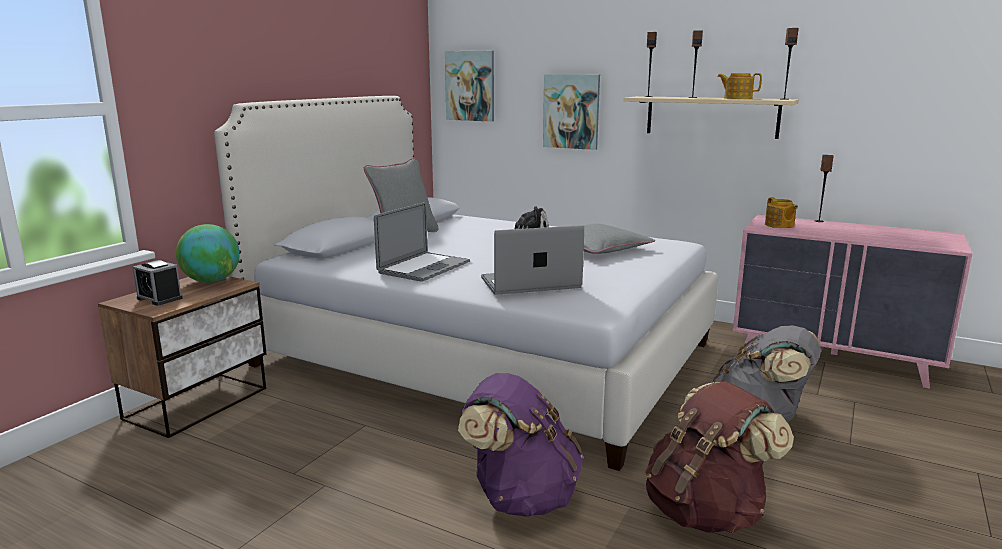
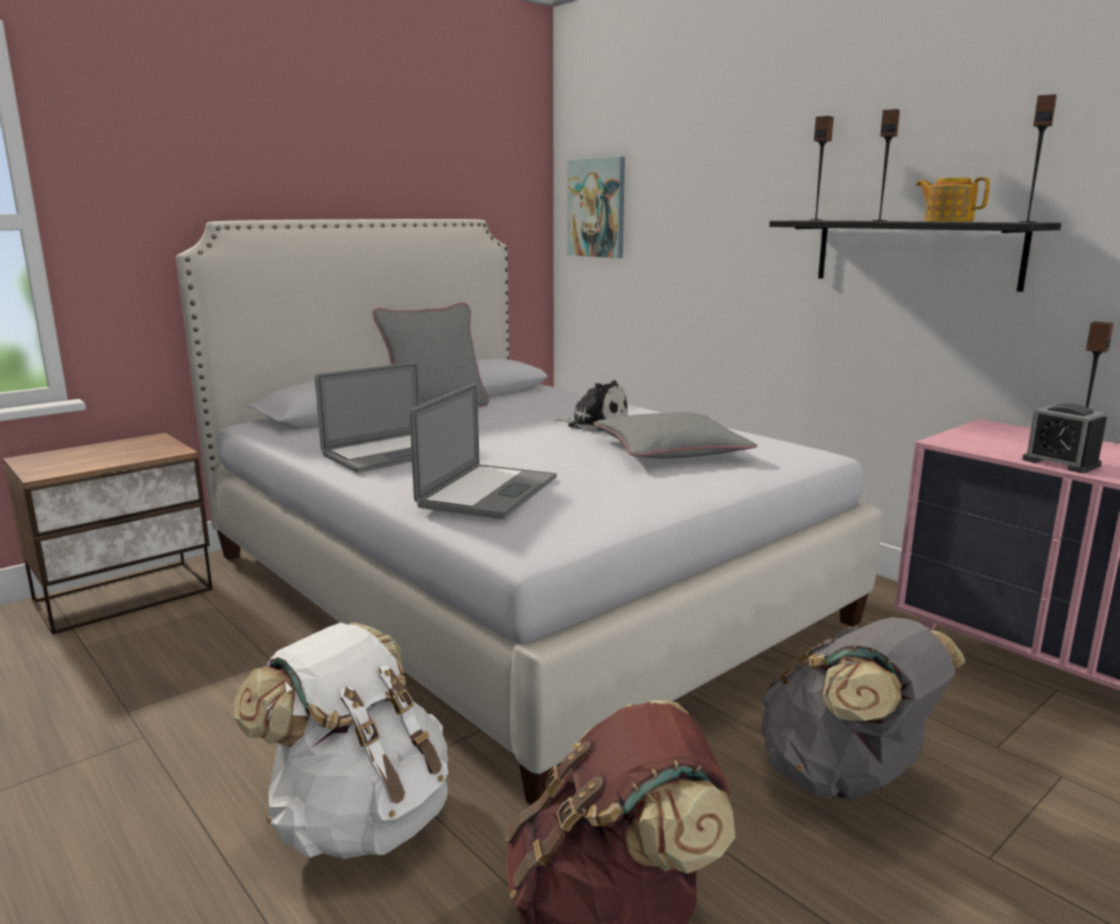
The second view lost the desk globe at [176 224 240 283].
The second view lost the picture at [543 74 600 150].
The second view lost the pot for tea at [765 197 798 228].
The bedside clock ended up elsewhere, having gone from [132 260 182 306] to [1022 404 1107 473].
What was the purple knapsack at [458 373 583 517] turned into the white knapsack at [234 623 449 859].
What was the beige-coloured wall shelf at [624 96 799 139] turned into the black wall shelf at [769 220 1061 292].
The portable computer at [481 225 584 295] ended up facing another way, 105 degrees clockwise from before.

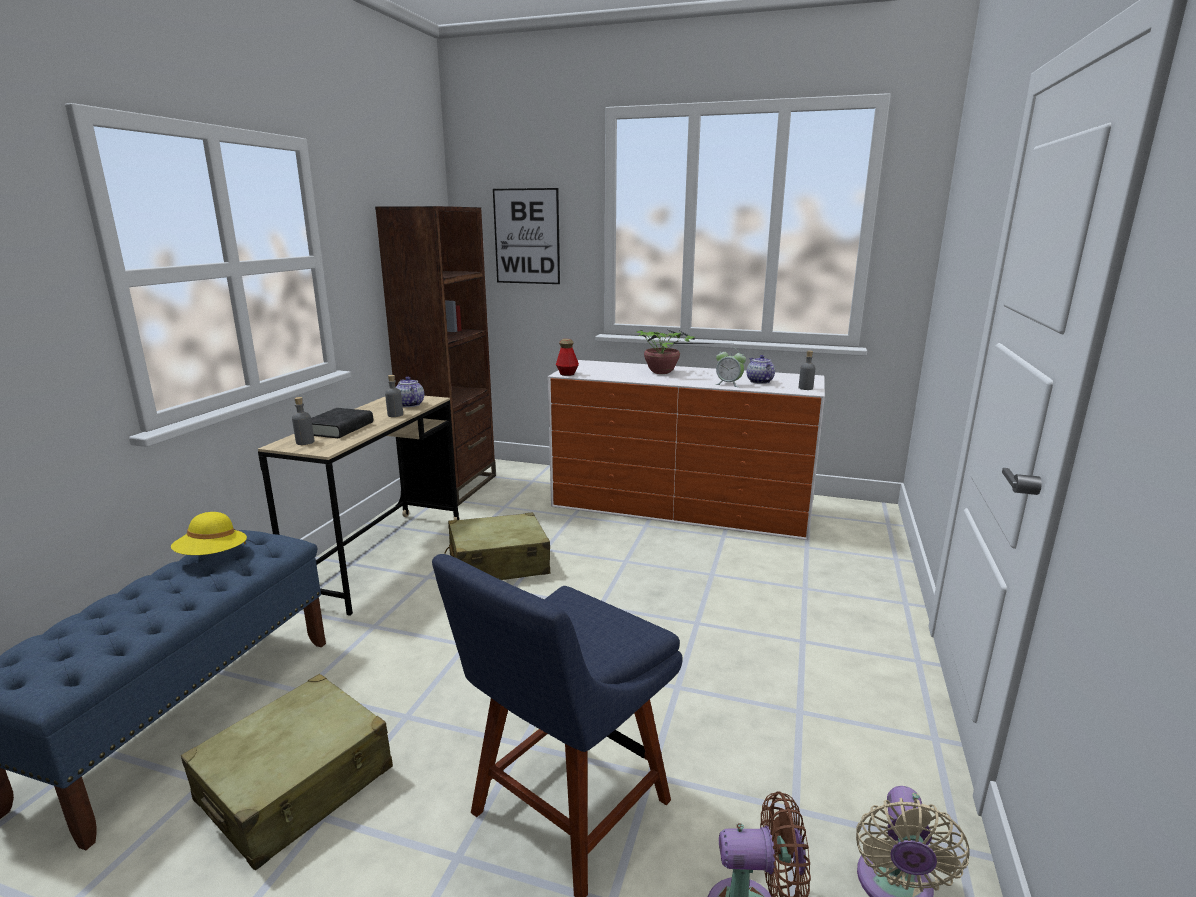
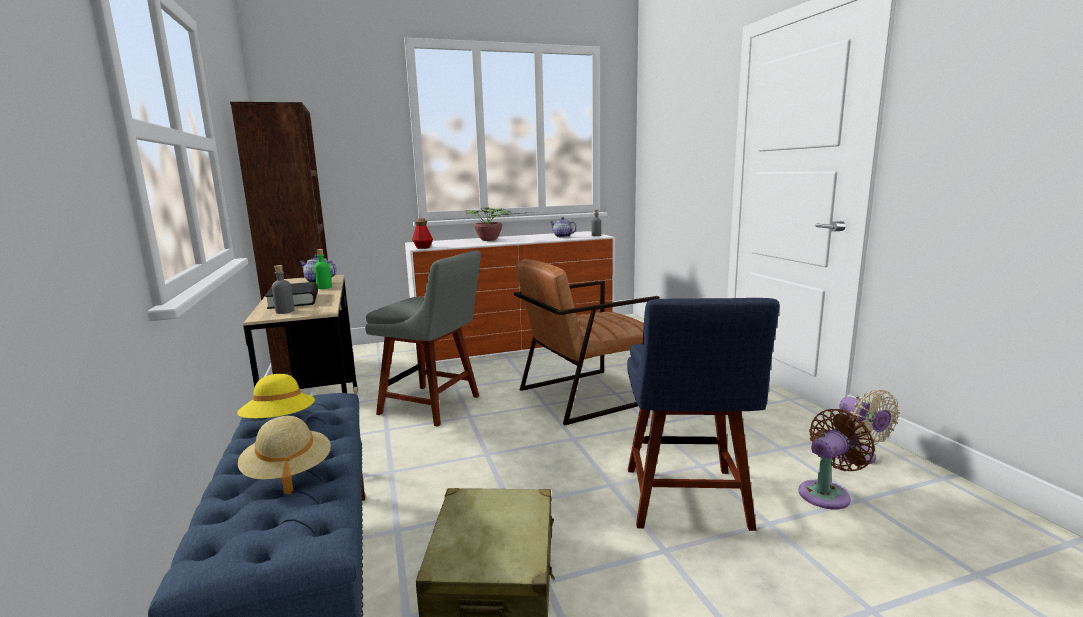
The second view lost the picture at [493 188 560 284].
The second view lost the bedside clock at [715 347 746 387].
The second view gained the beige-coloured clothing hat at [238 416 331 494].
The second view gained the brown-coloured easy chair at [514 259 659 425].
Where the beige-coloured piece of luggage stood at [444 513 550 580], the greyish chair came to stand at [365 250 481 427].
What was the greyish bottle at [385 375 403 417] turned into the green bottle at [314 249 332 289].

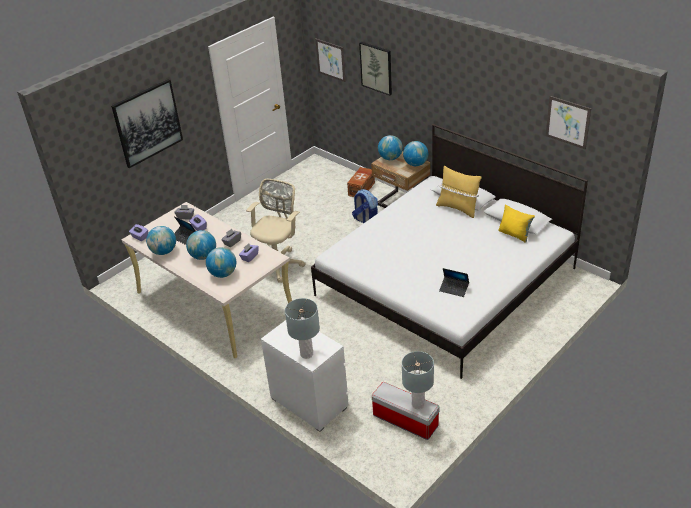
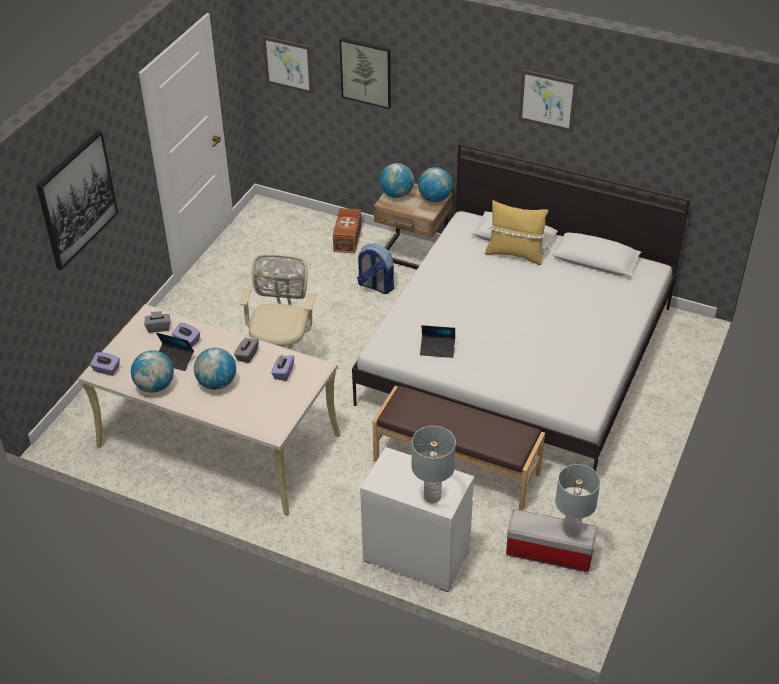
The second view lost the desk globe at [206 247 236 278].
The second view lost the yellow cushion at [498 204 535 243].
The second view gained the brown-coloured long seat at [372 386 545 511].
The portable computer ended up elsewhere, having gone from [439 268 469 297] to [420 325 455 358].
The picture ended up elsewhere, having gone from [546 96 591 149] to [518 69 578 132].

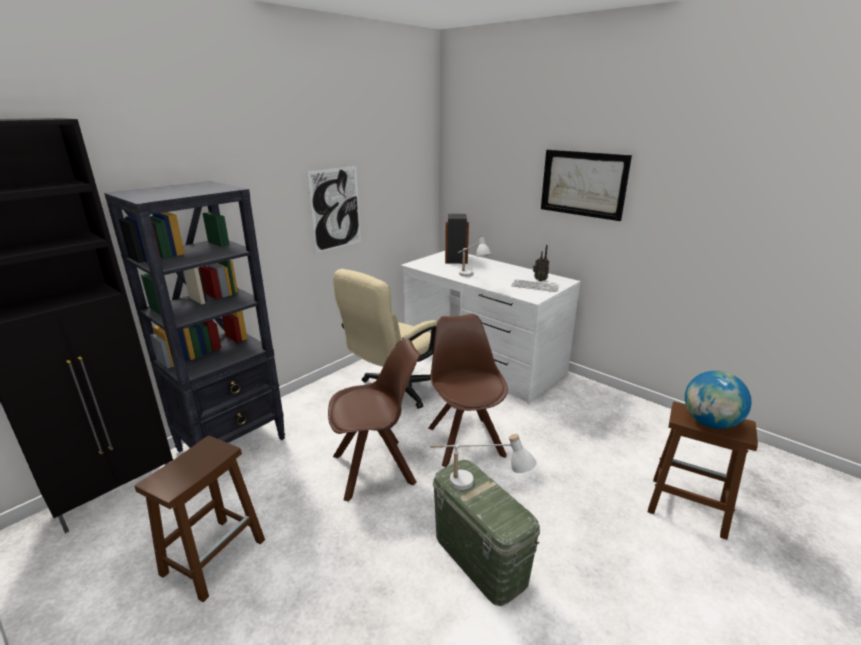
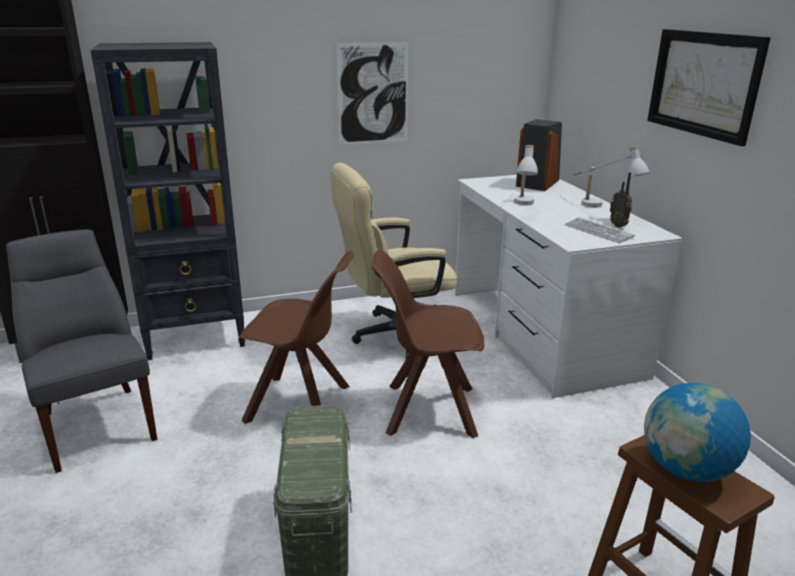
The white table lamp ended up elsewhere, having gone from [430 434 536 490] to [573 146 650 208].
Where the brown-coloured stool seat stood at [135 436 265 602], the greyish chair came to stand at [6 229 158 473].
The brown-coloured chair at [428 314 508 467] ended up facing another way, 105 degrees counterclockwise from before.

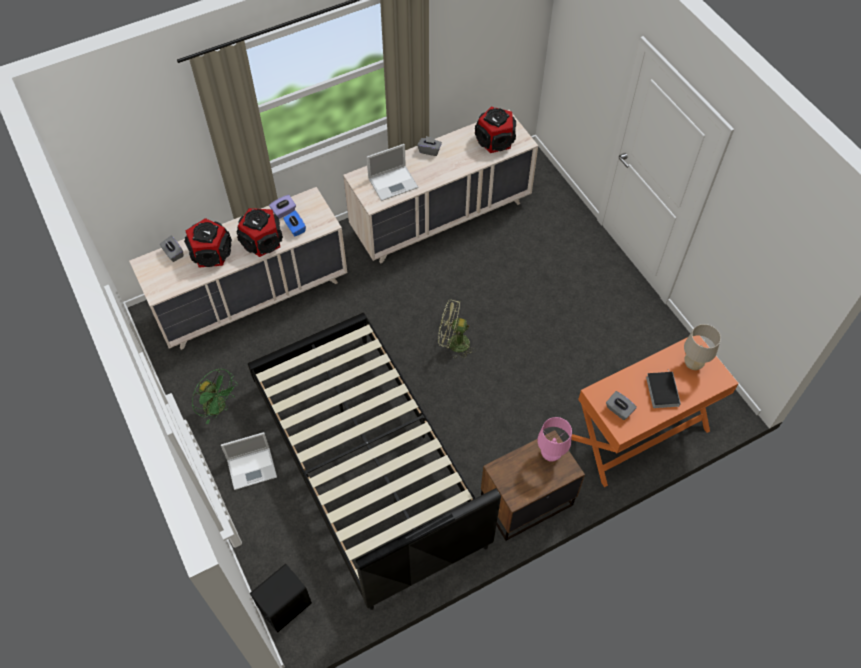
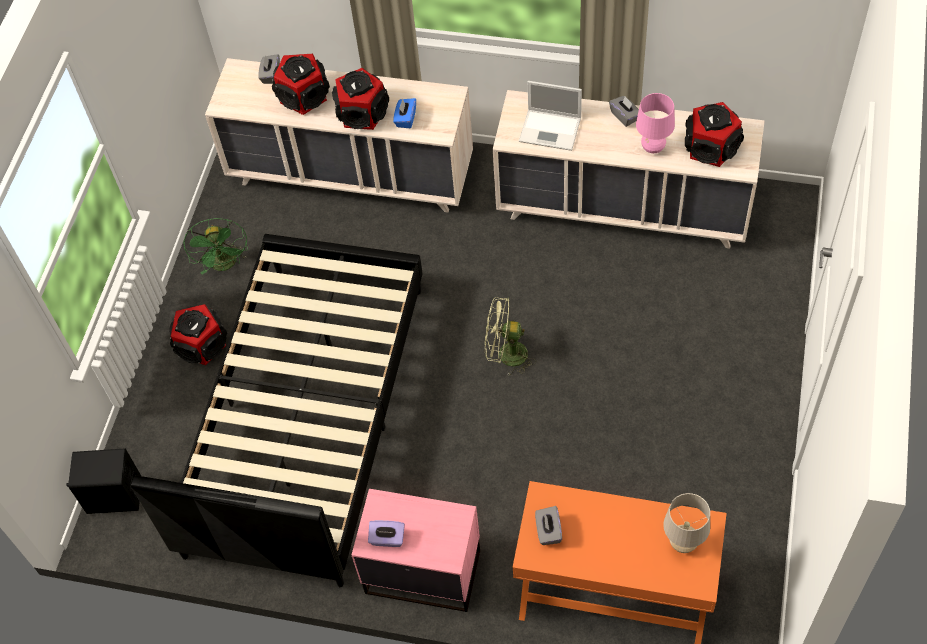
The second view lost the book at [646 369 681 408].
The purple tissue holder ended up elsewhere, having gone from [269 195 296 219] to [368 520 405 547].
The pinkish table lamp ended up elsewhere, having gone from [537 417 572 462] to [636 93 675 153].
Where the portable computer stood at [221 432 277 490], the loudspeaker came to stand at [169 304 227 365].
What was the brown-coloured night table at [481 430 585 541] turned into the pinkish night table at [352 489 480 612].
The green electric fan at [438 299 476 359] ended up facing another way, 45 degrees counterclockwise from before.

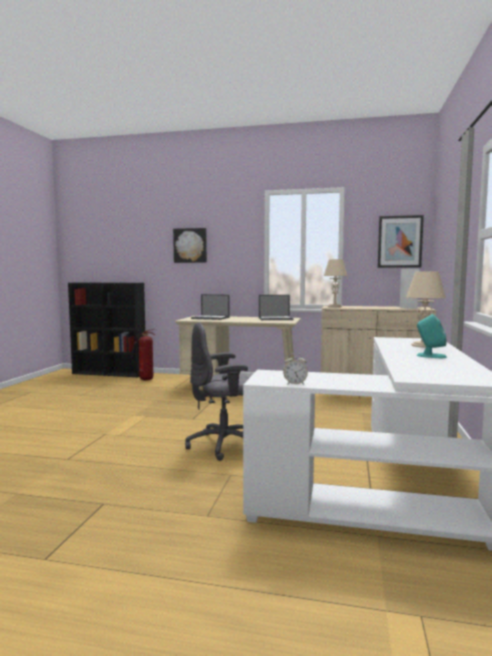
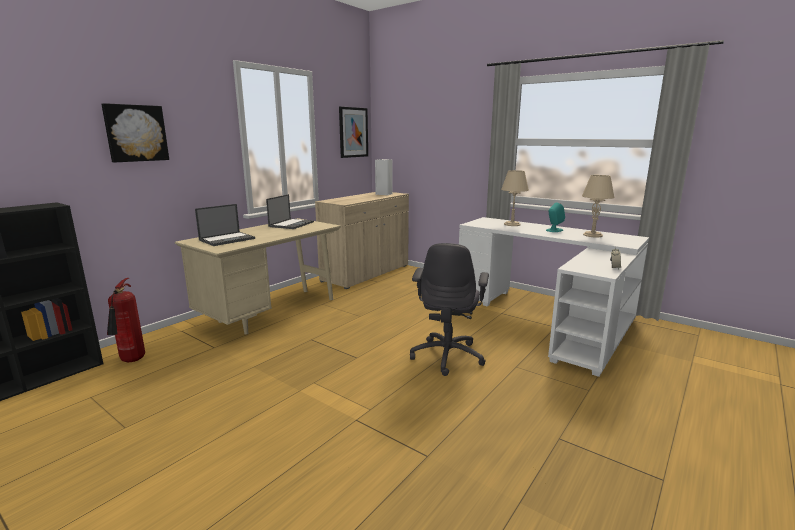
The beige-coloured table lamp ended up elsewhere, having gone from [324 259 347 307] to [582 175 614 237].

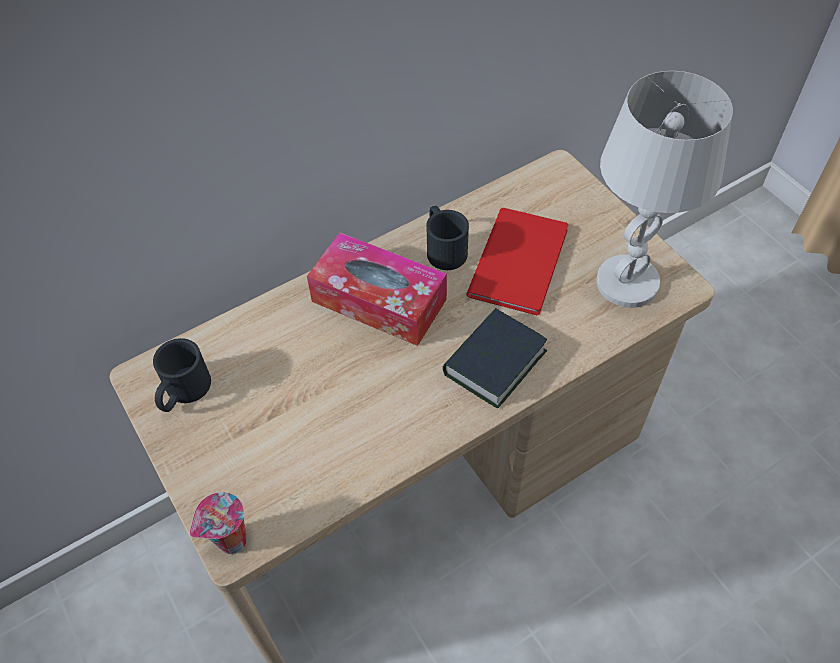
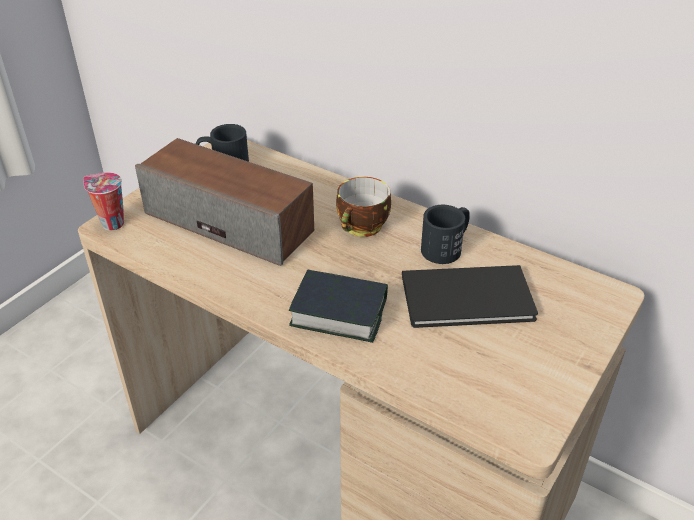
The second view lost the white table lamp at [596 71 733 308].
The second view gained the loudspeaker at [135 138 314 266].
Where the tissue holder stood at [307 232 447 346], the cup came to stand at [336 177 391 237].
What was the reddish book at [466 208 568 315] turned into the black book at [402 265 538 328].

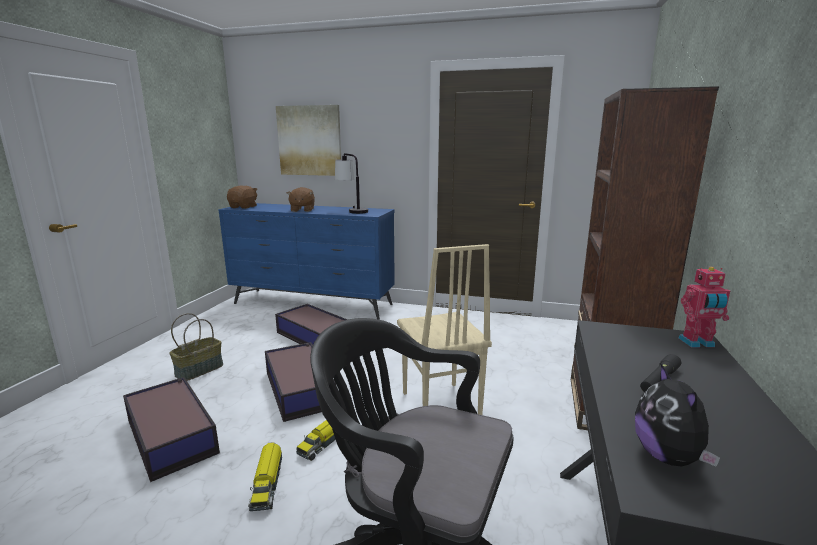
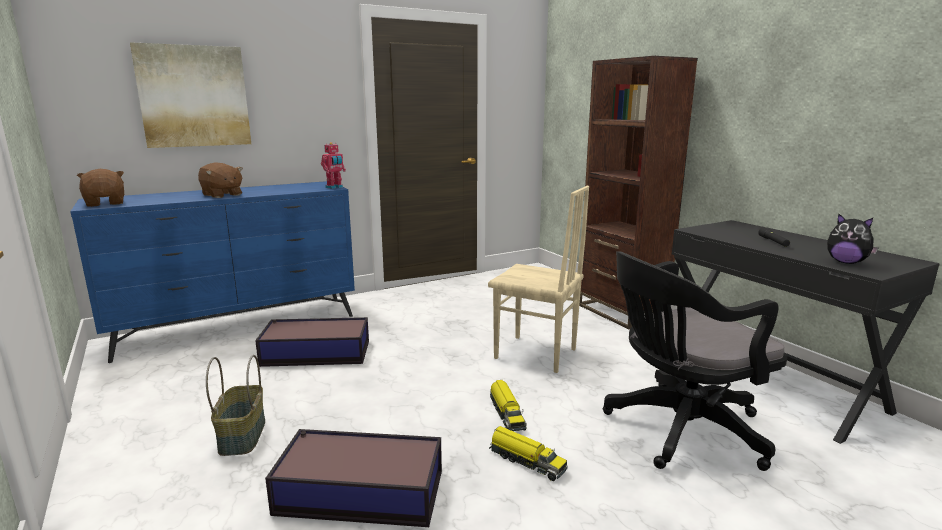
The second view lost the storage bin at [265 342 336 422].
The second view lost the table lamp at [335 153 368 214].
The toy robot ended up elsewhere, having gone from [678 267 730 348] to [321 142 346 189].

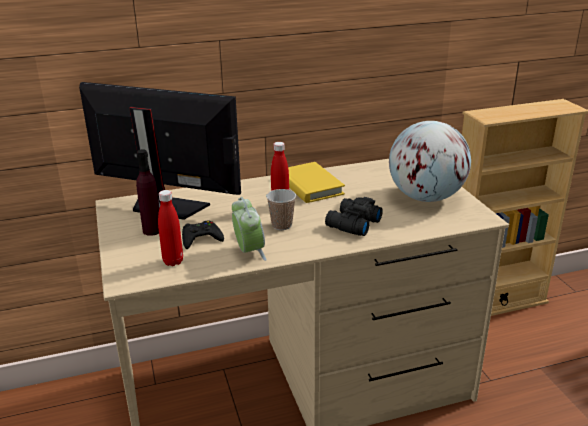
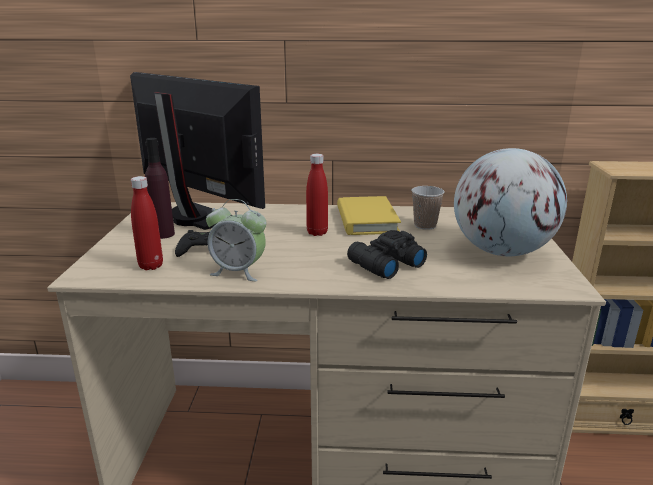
The cup ended up elsewhere, having gone from [266 189 296 230] to [412 186 444 230].
The bedside clock at [232 197 267 261] ended up facing another way, 105 degrees clockwise from before.

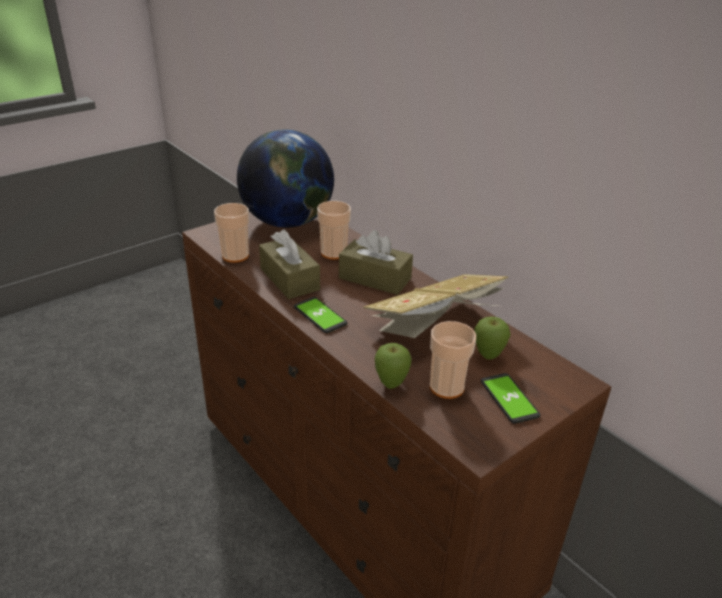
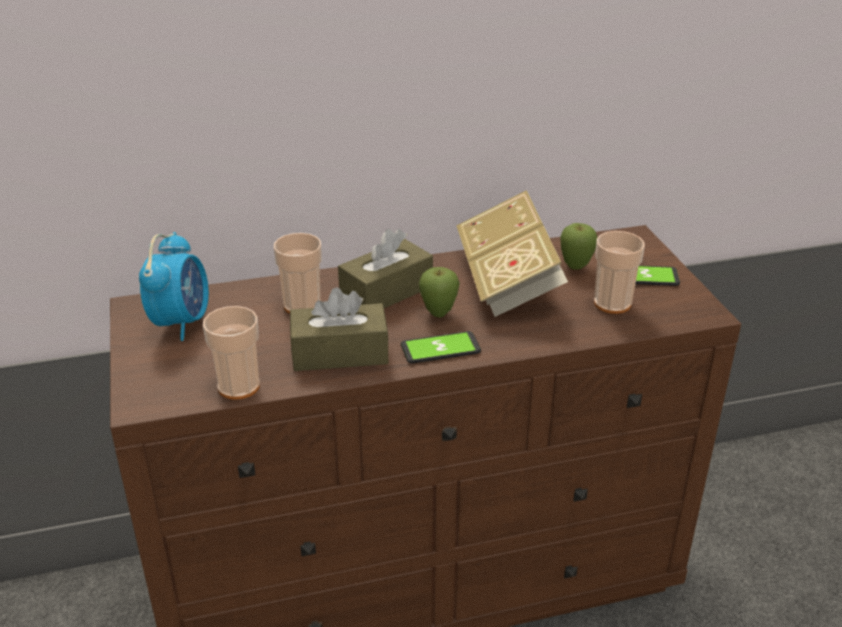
The apple ended up elsewhere, having gone from [375 343 412 389] to [419 267 460 317].
Where the desk globe stood at [237 129 334 228], the bedside clock came to stand at [139 232 209 341].

